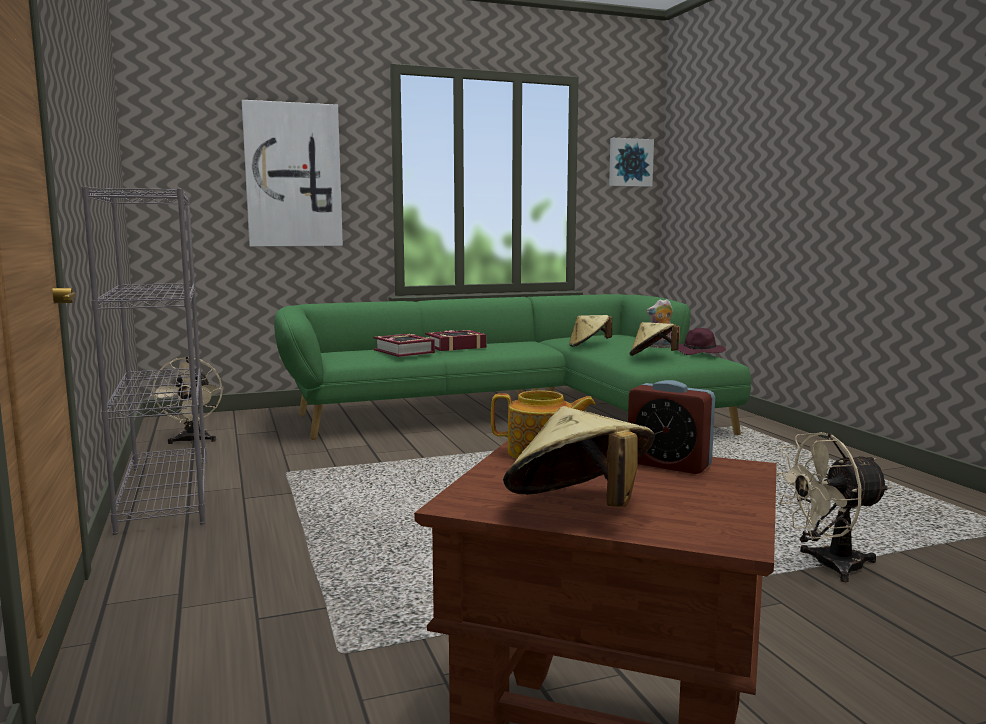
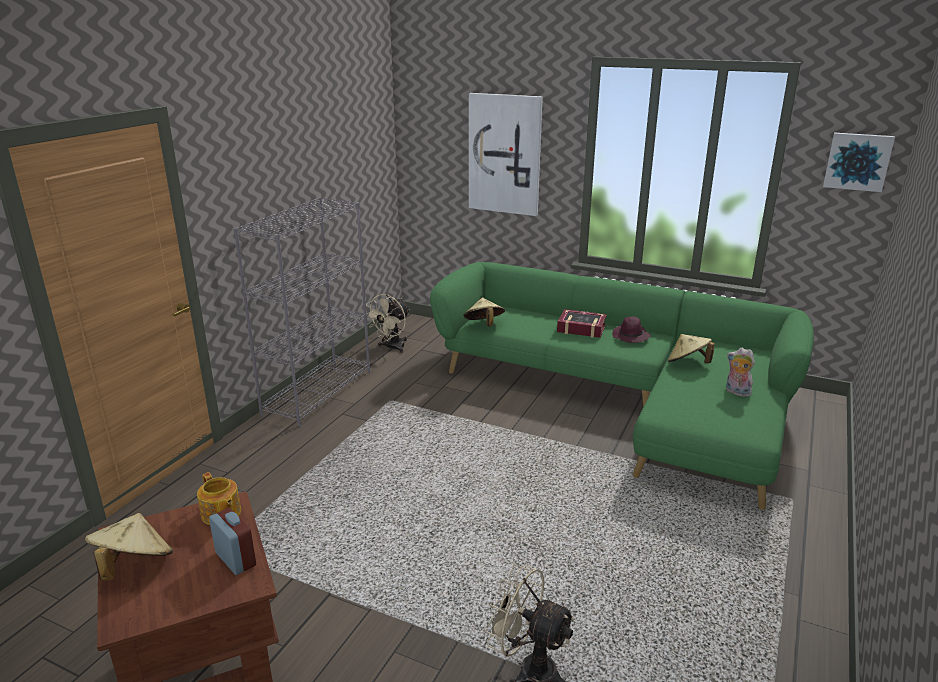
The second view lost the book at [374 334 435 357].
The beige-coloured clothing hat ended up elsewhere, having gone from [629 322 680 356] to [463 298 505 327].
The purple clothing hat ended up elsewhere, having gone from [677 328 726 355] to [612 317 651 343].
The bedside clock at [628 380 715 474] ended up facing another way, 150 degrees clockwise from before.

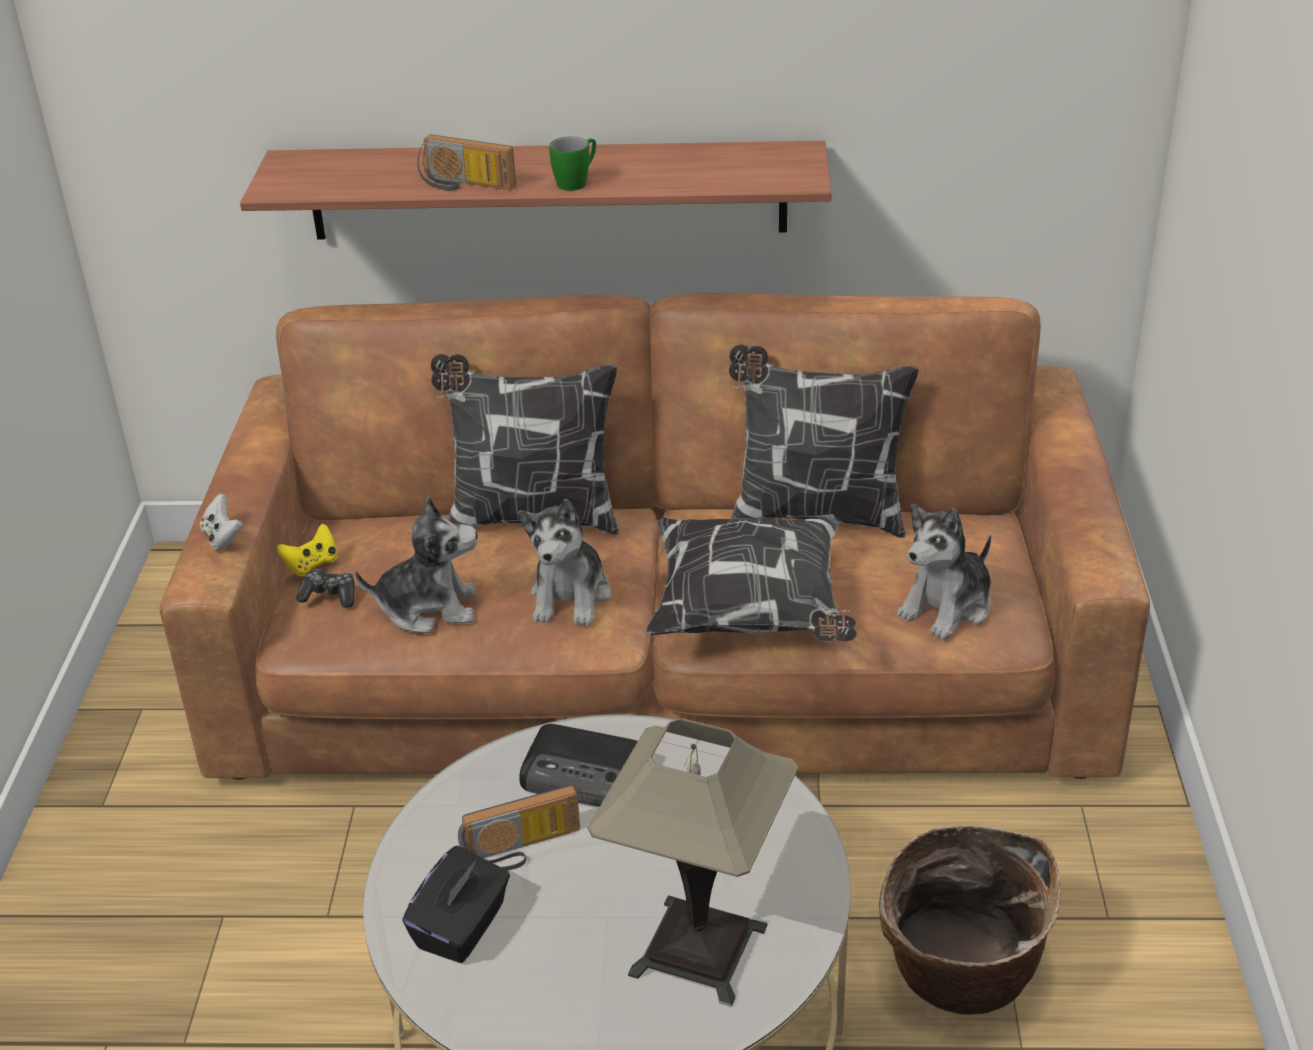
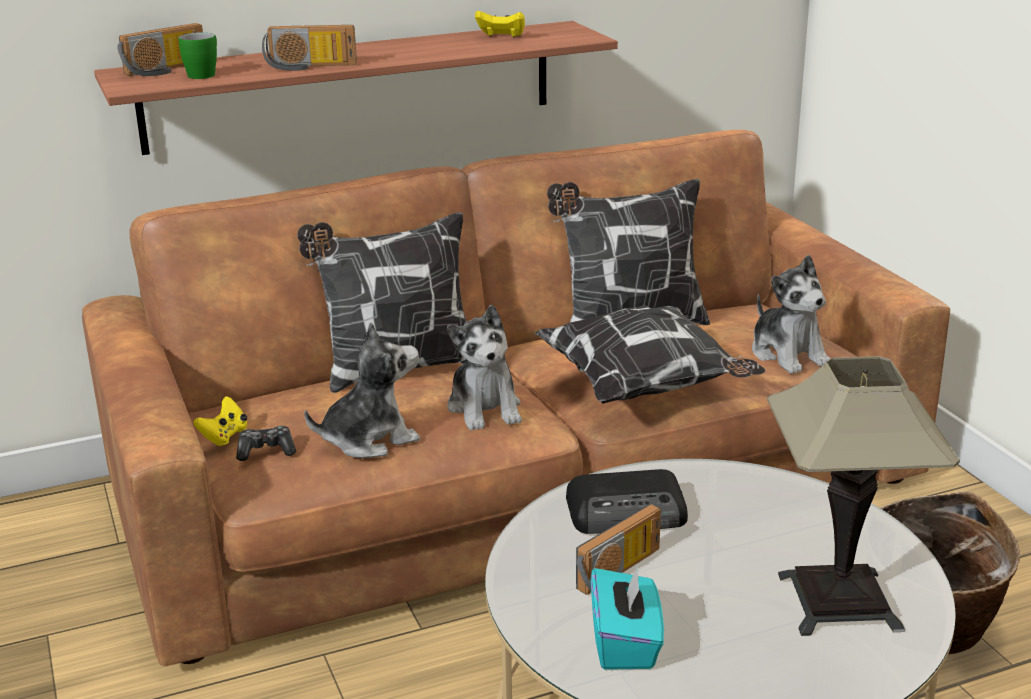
The second view lost the white gamepad at [200 494 243 550].
The second view gained the radio receiver at [117 23 203 76].
The second view gained the yellow gamepad at [475 11 525 37].
The green coffee mug ended up elsewhere, having gone from [549 137 596 191] to [179 32 217 79].
What was the black tissue holder at [402 845 510 963] turned into the turquoise tissue holder at [591 564 664 670].
The plush toy at [897 504 991 640] ended up facing another way, 45 degrees counterclockwise from before.

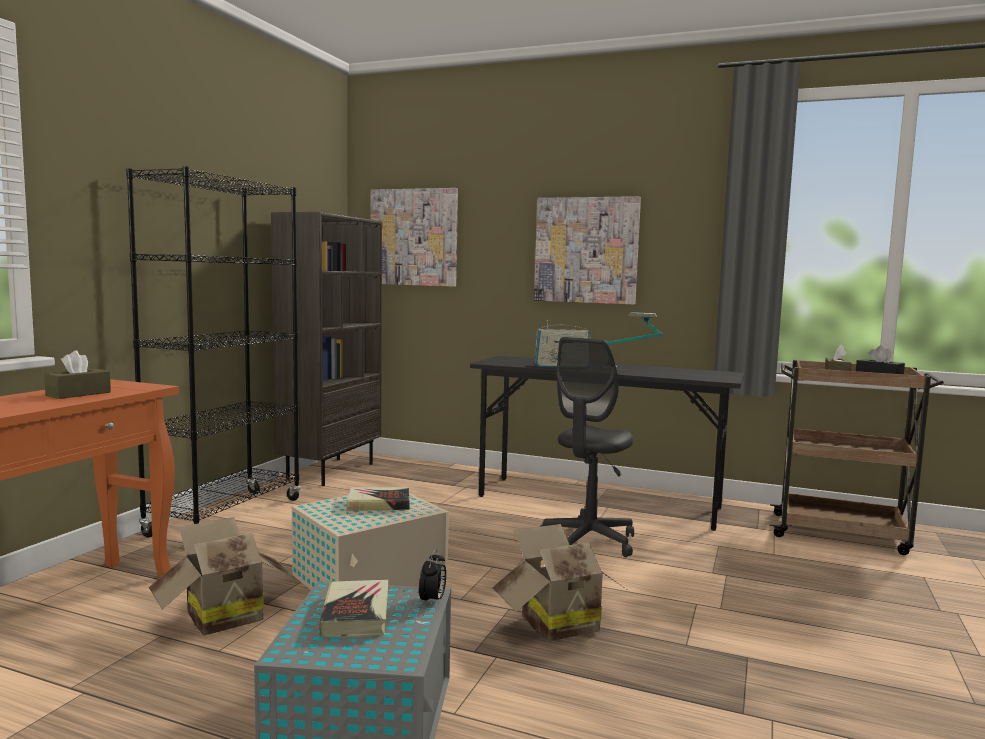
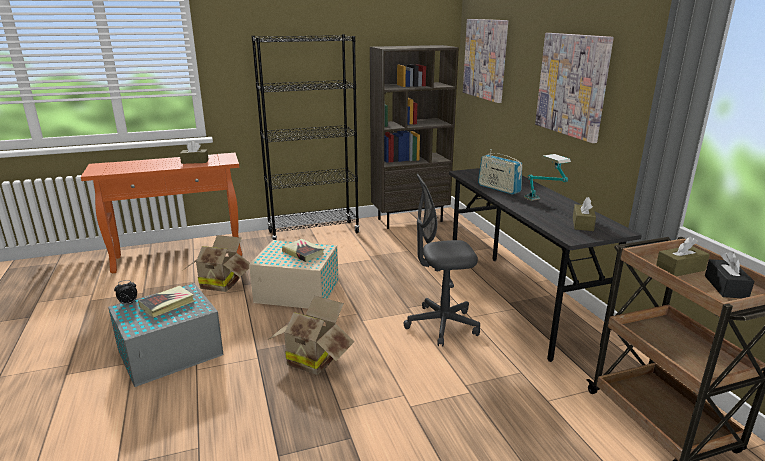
The second view gained the brown-coloured tissue holder at [573 197 596 231].
The bedside clock ended up elsewhere, having gone from [419 549 446 606] to [114 280 137 305].

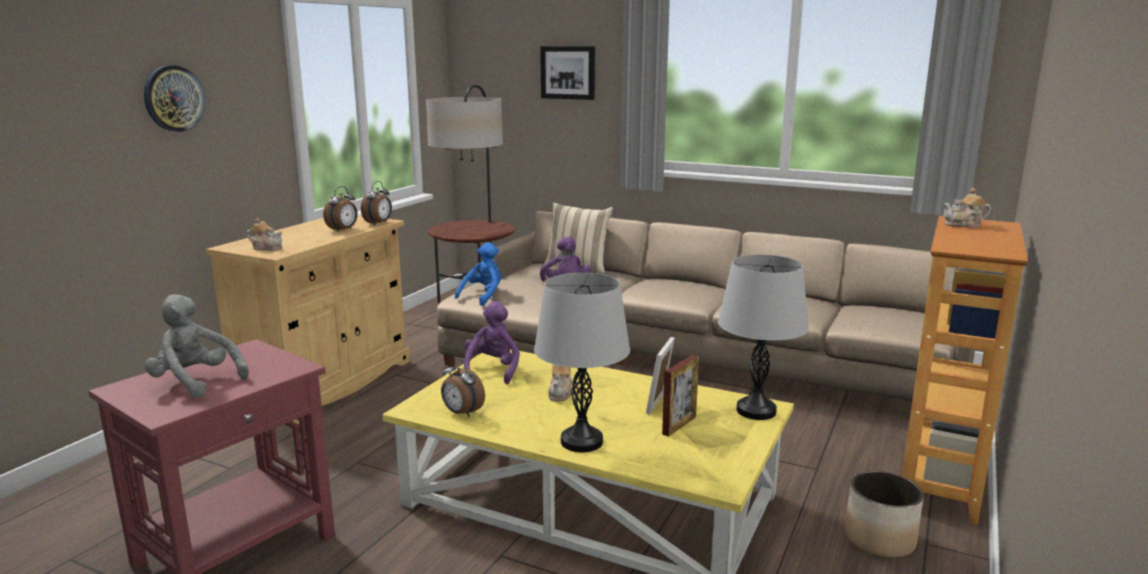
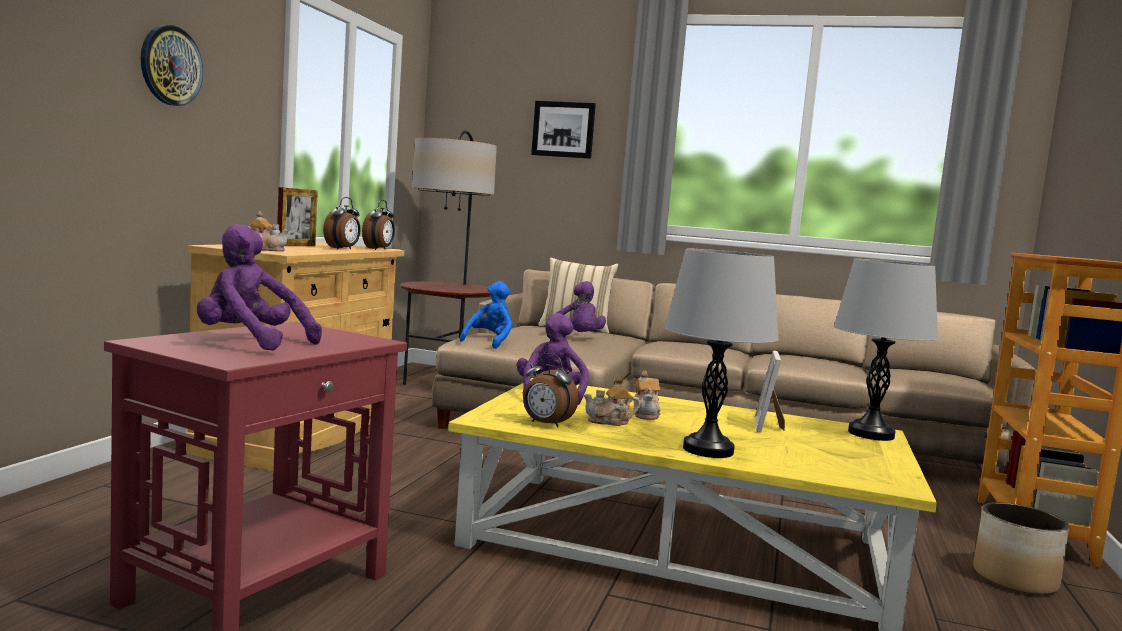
The standing frame ended up elsewhere, having gone from [662 355 699 437] to [277 187 318 246].
The pot for tea ended up elsewhere, having gone from [943 188 991 228] to [583 377 640 426].
What was the greyish plush toy at [145 294 249 398] turned into the purple plush toy at [197 224 322 351].

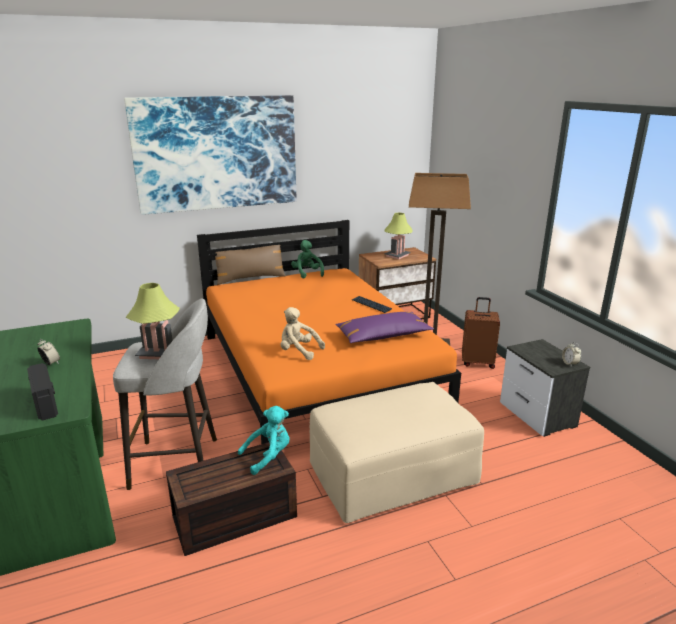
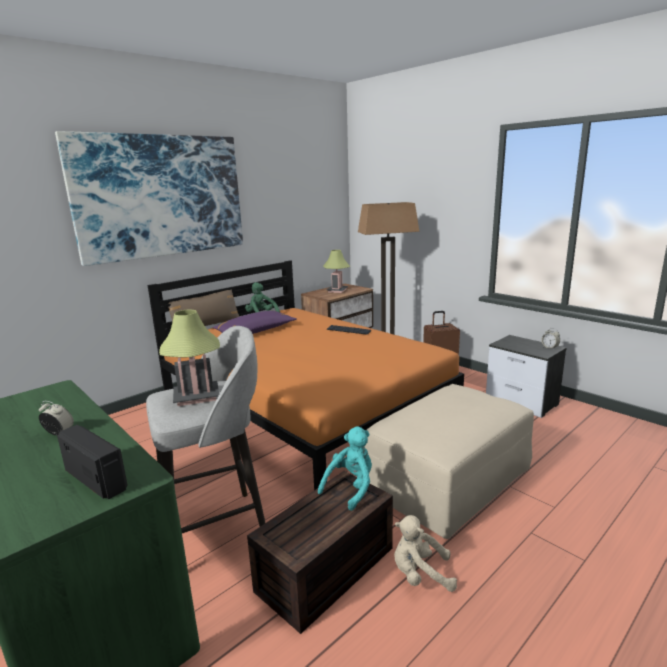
The beige-coloured plush toy ended up elsewhere, having gone from [281 307 325 360] to [394 515 457 592].
The purple cushion ended up elsewhere, having gone from [335 312 434 343] to [213 311 297 334].

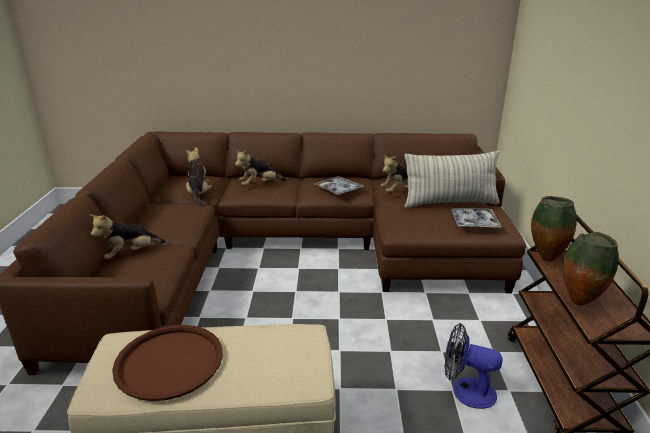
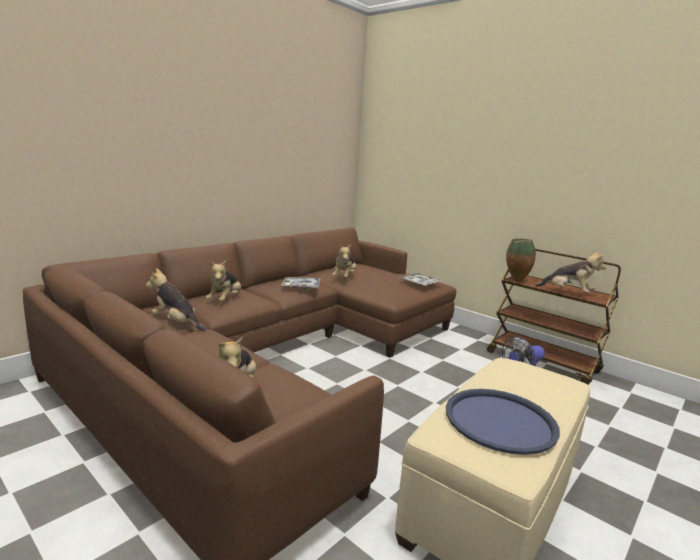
The second view lost the cushion at [404 151 500 208].
Where the vase stood at [563 232 619 305], the plush toy came to stand at [535 250 606 293].
What was the brown-coloured serving tray at [112 325 223 401] turned into the blue-coloured serving tray at [446 389 560 455].

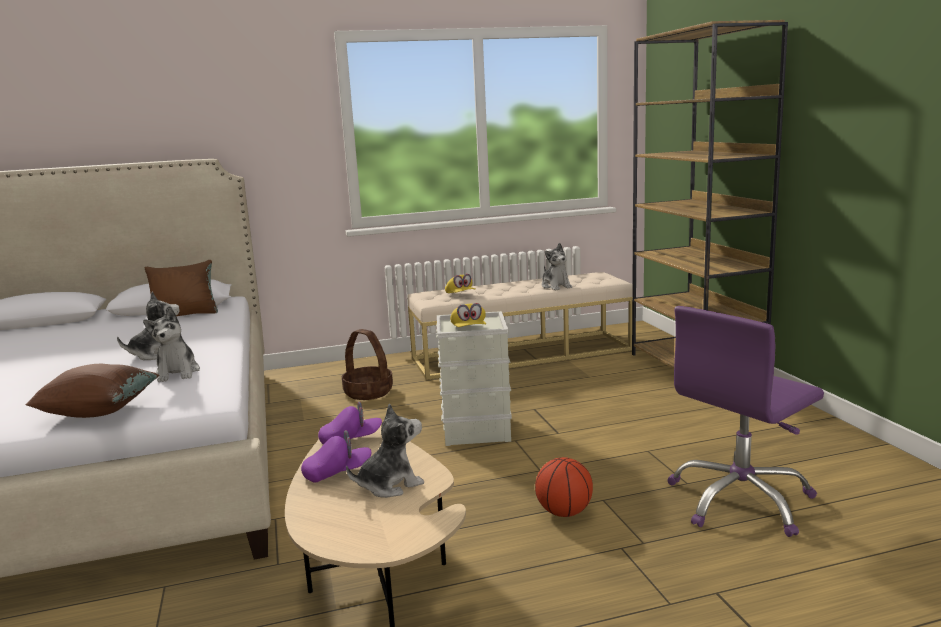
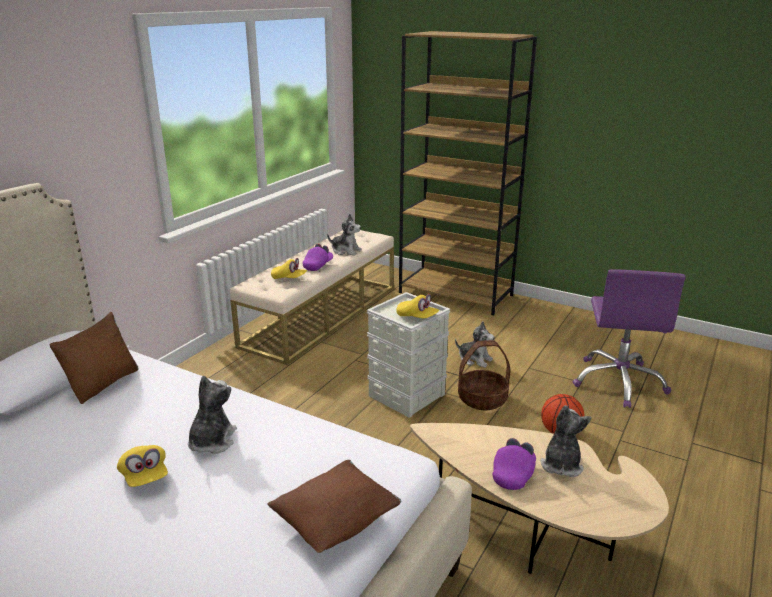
The second view gained the yellow cap at [117 445 168 487].
The plush toy ended up elsewhere, having gone from [143 308 200 382] to [455 321 495 368].
The purple cap ended up elsewhere, having gone from [318 401 382 445] to [302 244 333 271].
The storage basket ended up elsewhere, having gone from [342 329 393 400] to [458 340 511 410].

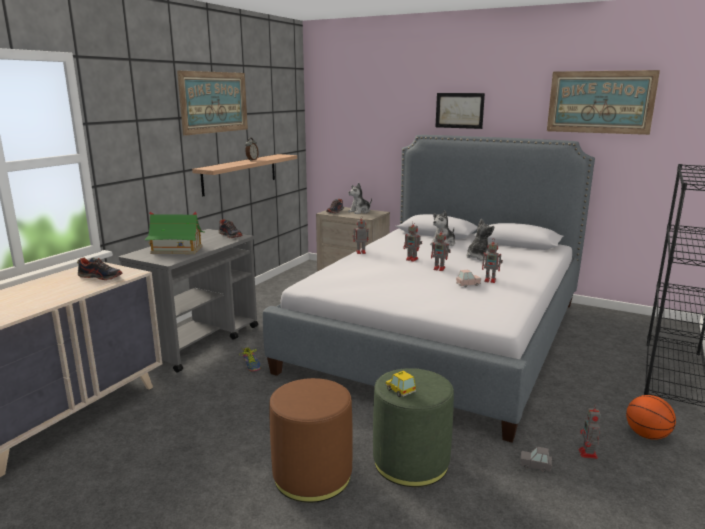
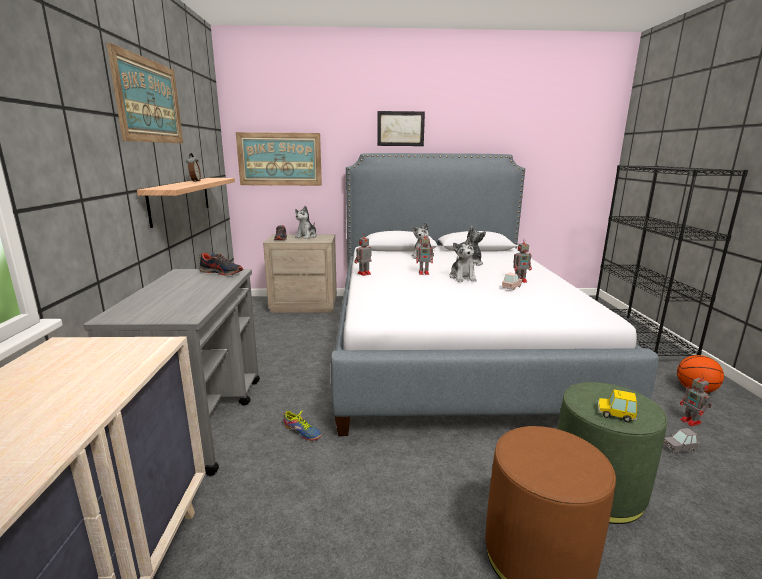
The second view lost the shoe at [77 258 122 280].
The second view lost the model house at [145 211 204 254].
The picture ended up elsewhere, having gone from [547 70 660 135] to [236 132 322 186].
Where the toy robot stood at [431 229 450 271], the plush toy came to stand at [449 237 477 282].

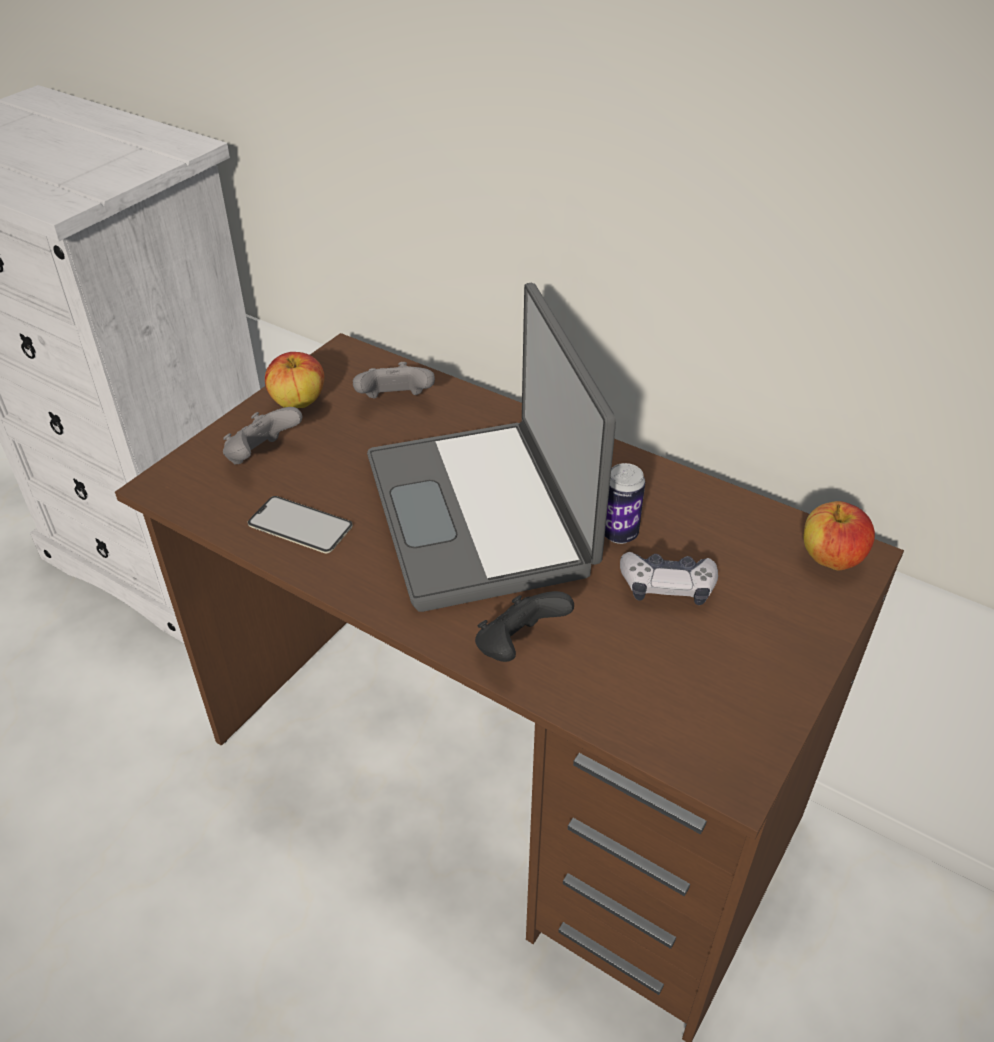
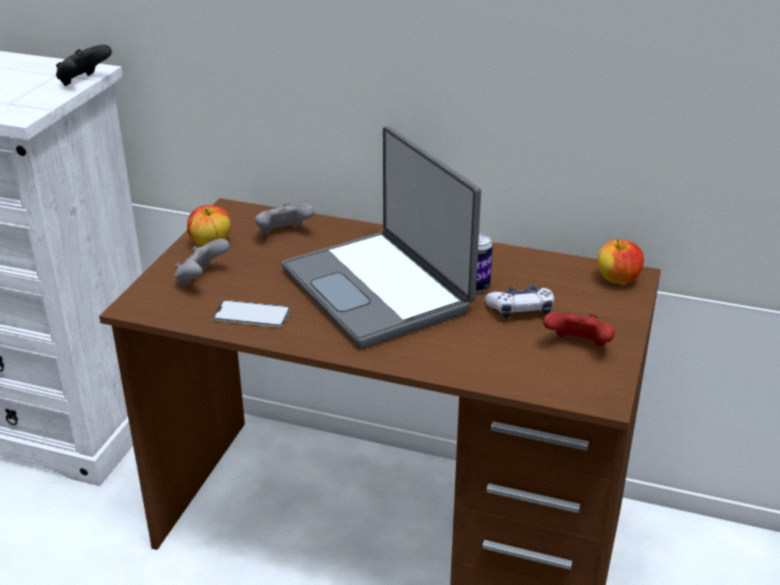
The second view gained the reddish gamepad at [543 312 615 346].
The black gamepad ended up elsewhere, having gone from [475 591 574 662] to [56 45 112 86].

